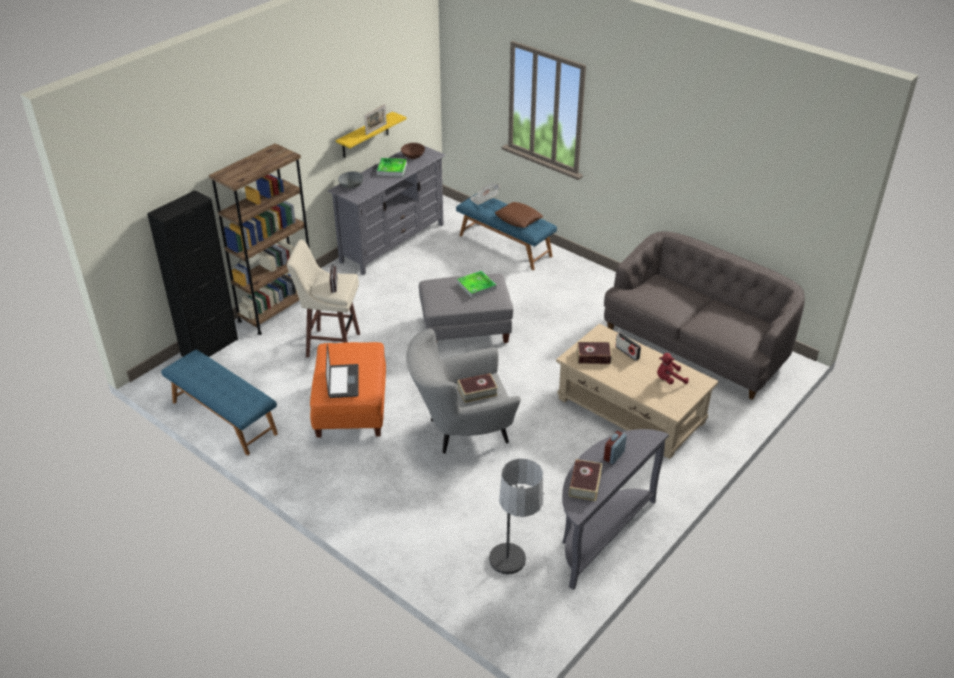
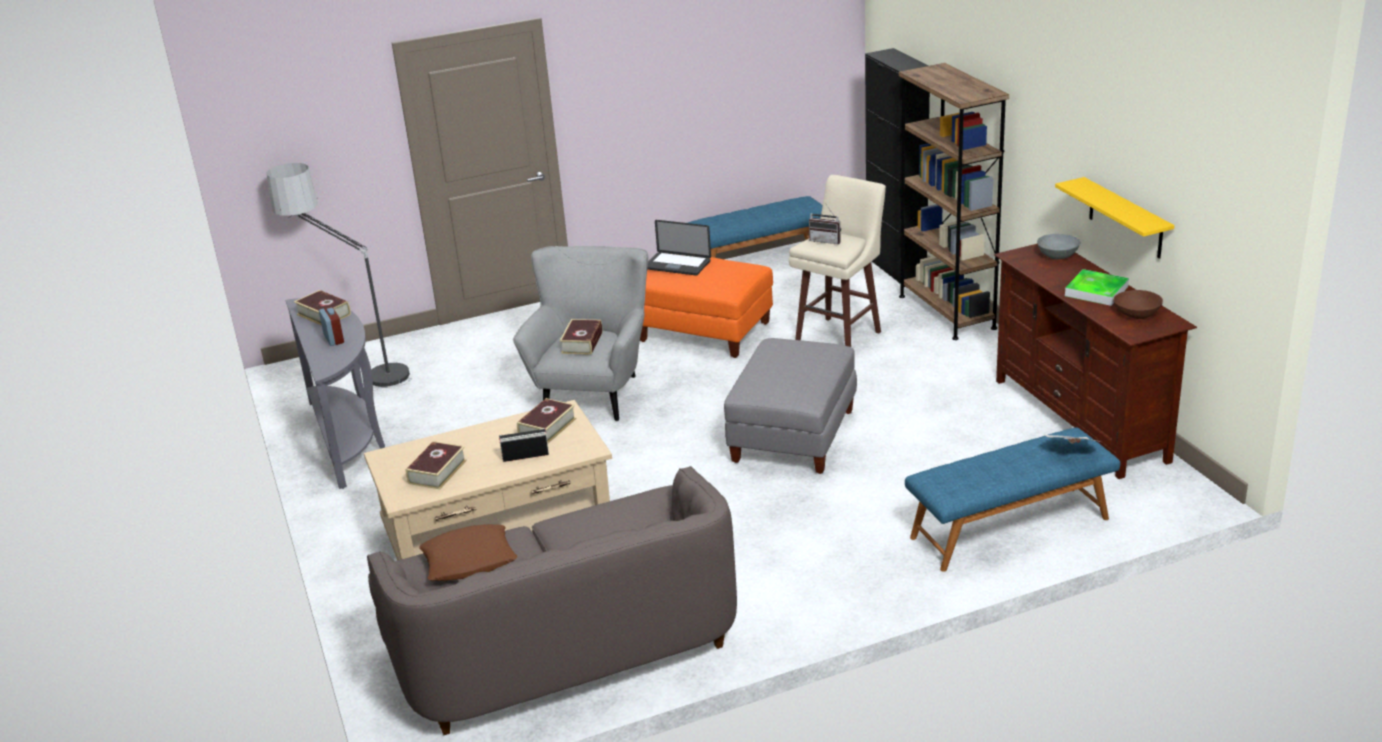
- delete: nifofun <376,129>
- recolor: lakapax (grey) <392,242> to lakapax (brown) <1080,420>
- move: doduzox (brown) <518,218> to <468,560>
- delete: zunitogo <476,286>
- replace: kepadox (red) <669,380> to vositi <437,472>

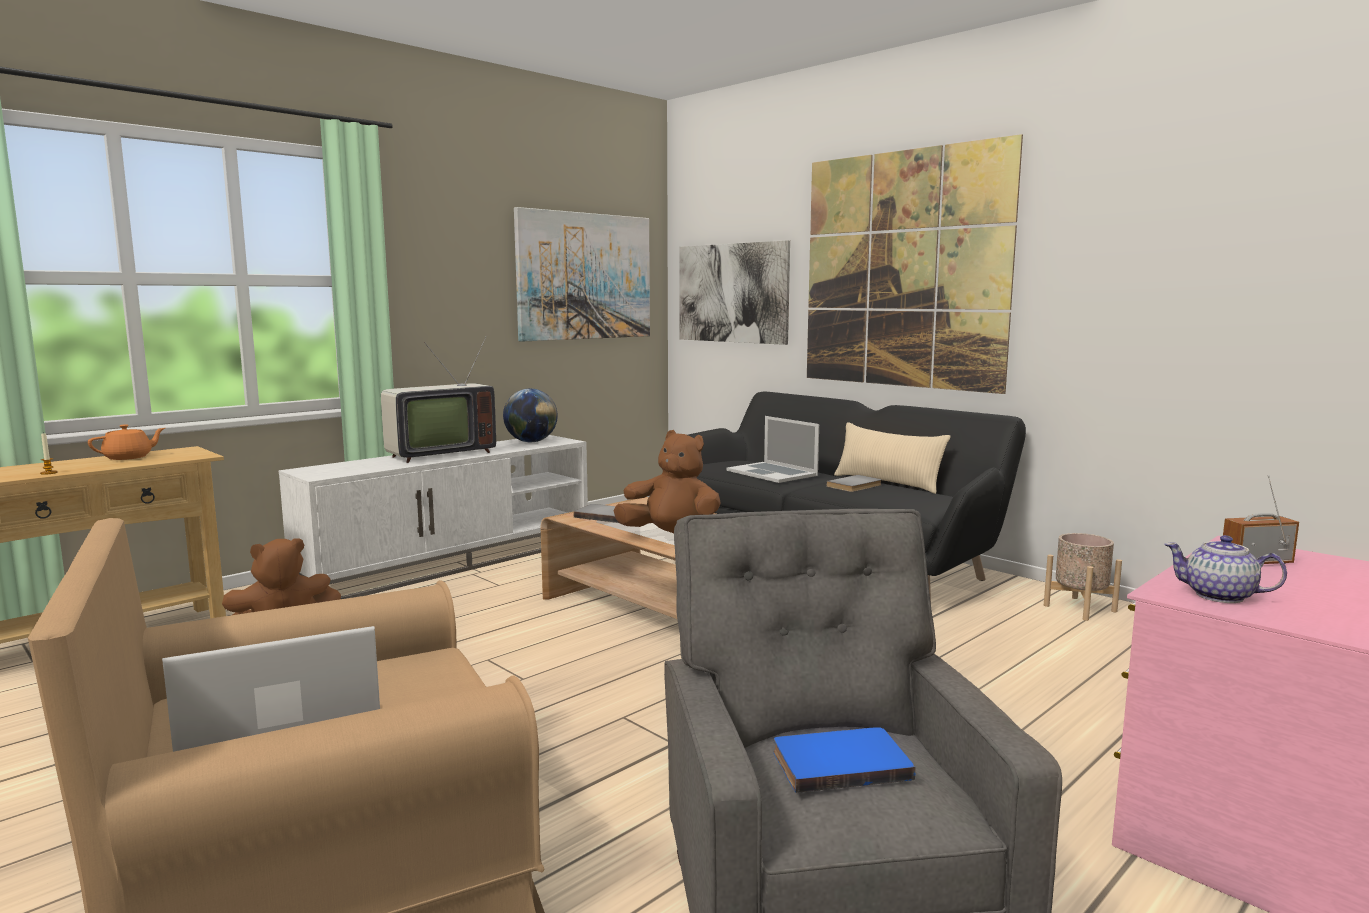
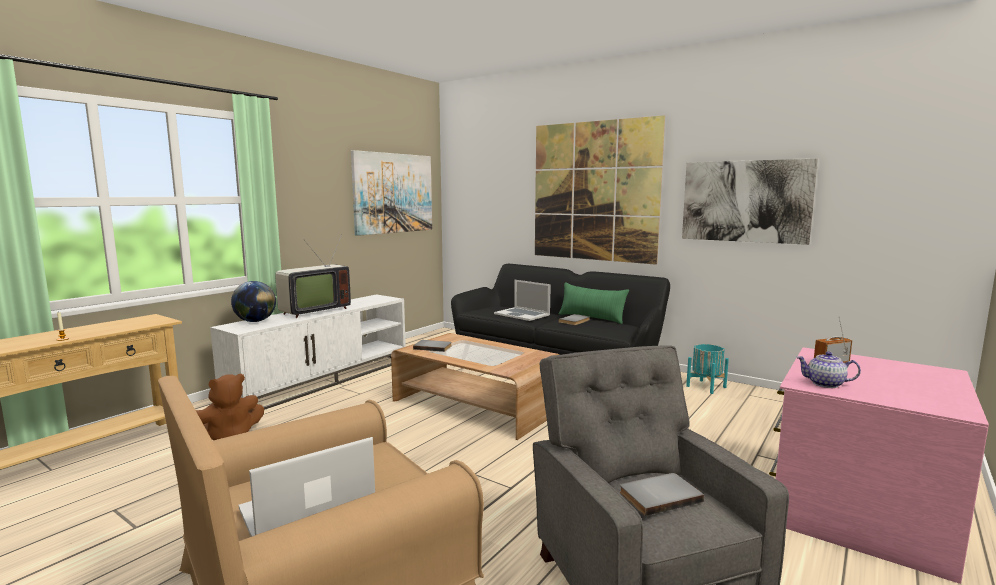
- move: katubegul <732,293> to <745,201>
- move: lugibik <531,442> to <255,321>
- recolor: doduzox (beige) <887,483> to doduzox (green) <591,318>
- delete: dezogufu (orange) <129,457>
- delete: kepadox (brown) <672,539>
- recolor: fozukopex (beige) <1079,608> to fozukopex (turquoise) <706,386>
- recolor: vositi (blue) <839,762> to vositi (grey) <658,495>

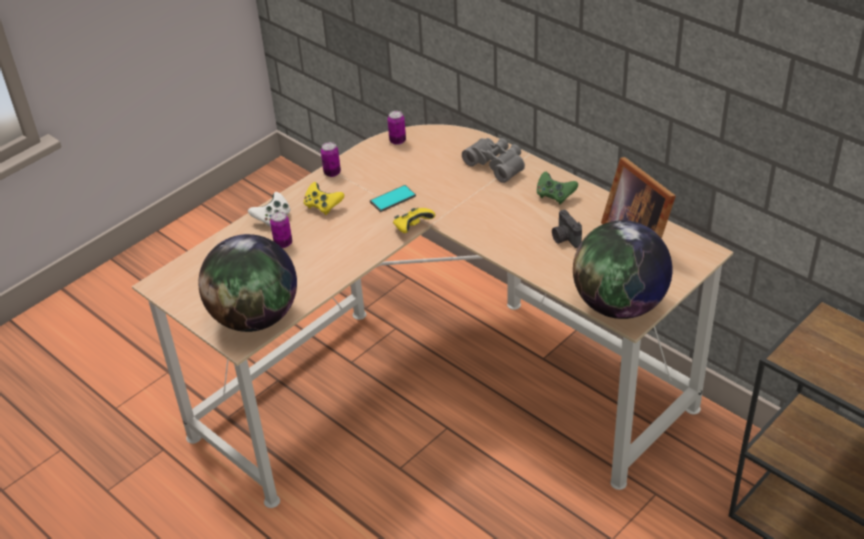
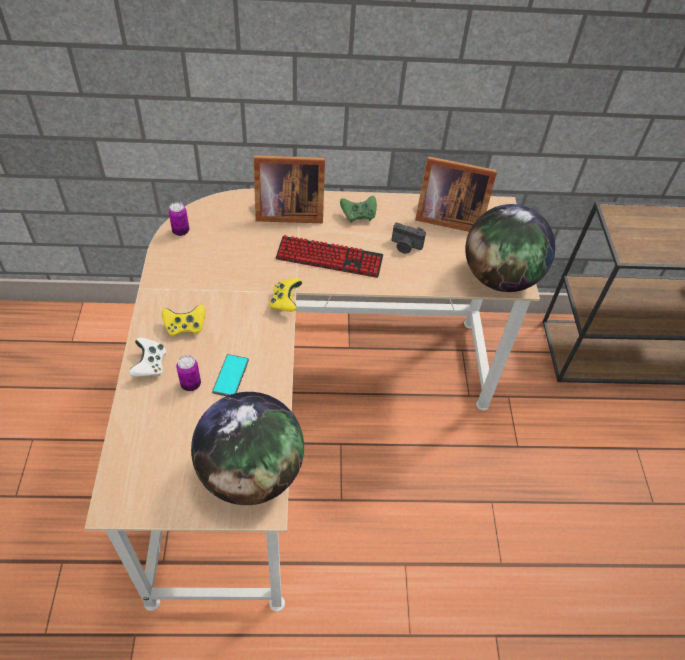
- replace: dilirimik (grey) <497,164> to nifofun <286,211>
- delete: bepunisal <332,173>
- move: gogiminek <393,199> to <231,376>
- insert: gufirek <329,258>

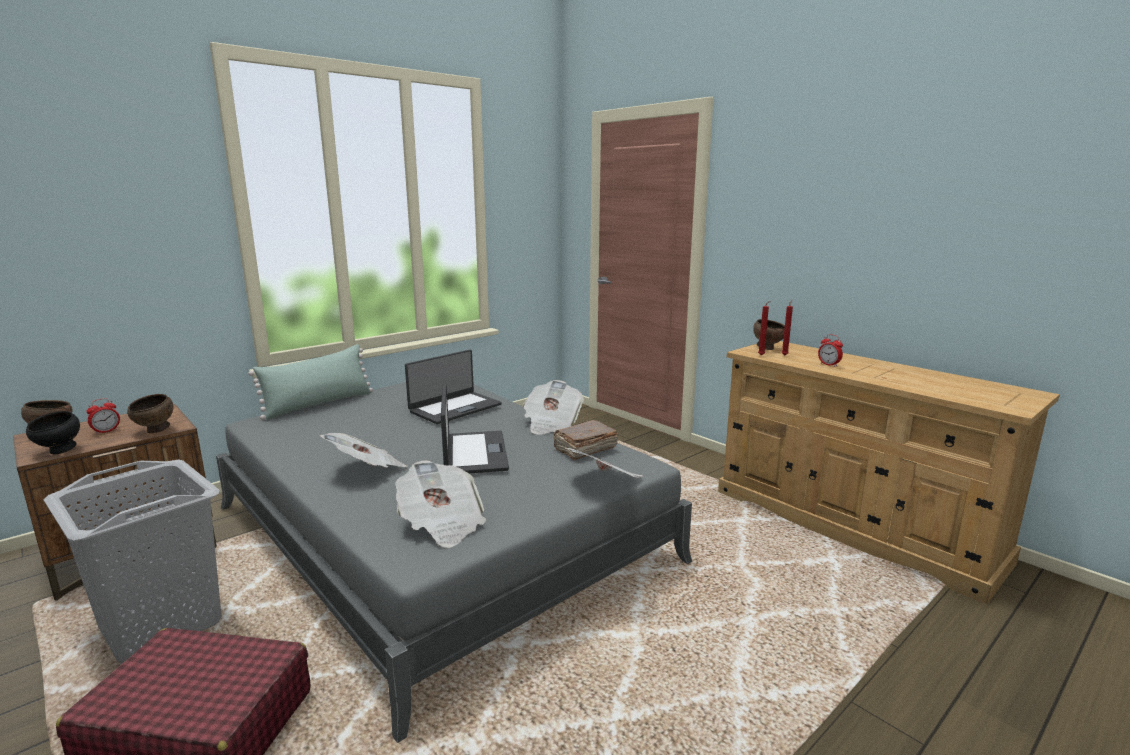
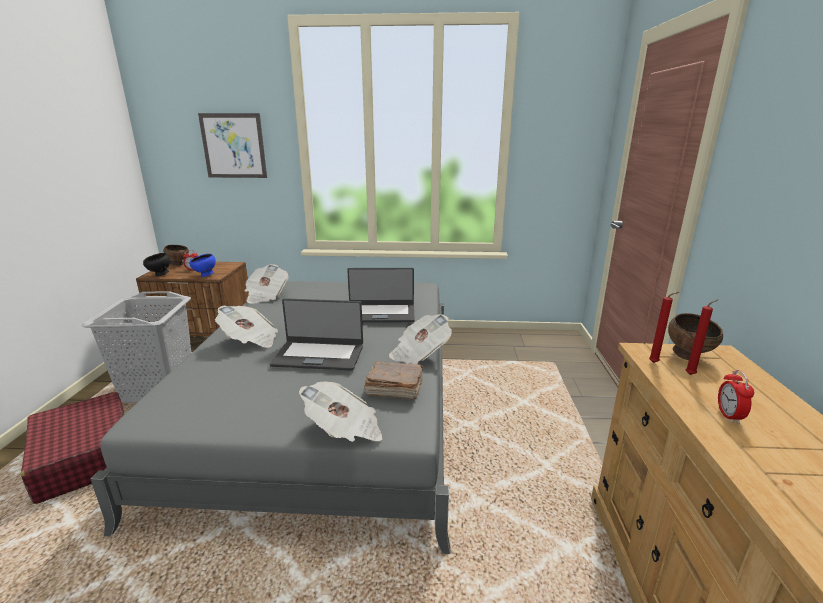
- delete: doduzox (green) <319,404>
- rotate: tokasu <473,453> = <319,355> 60 degrees clockwise
- recolor: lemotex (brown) <156,431> to lemotex (blue) <205,276>
- move: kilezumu <442,524> to <266,295>
- insert: katubegul <233,146>

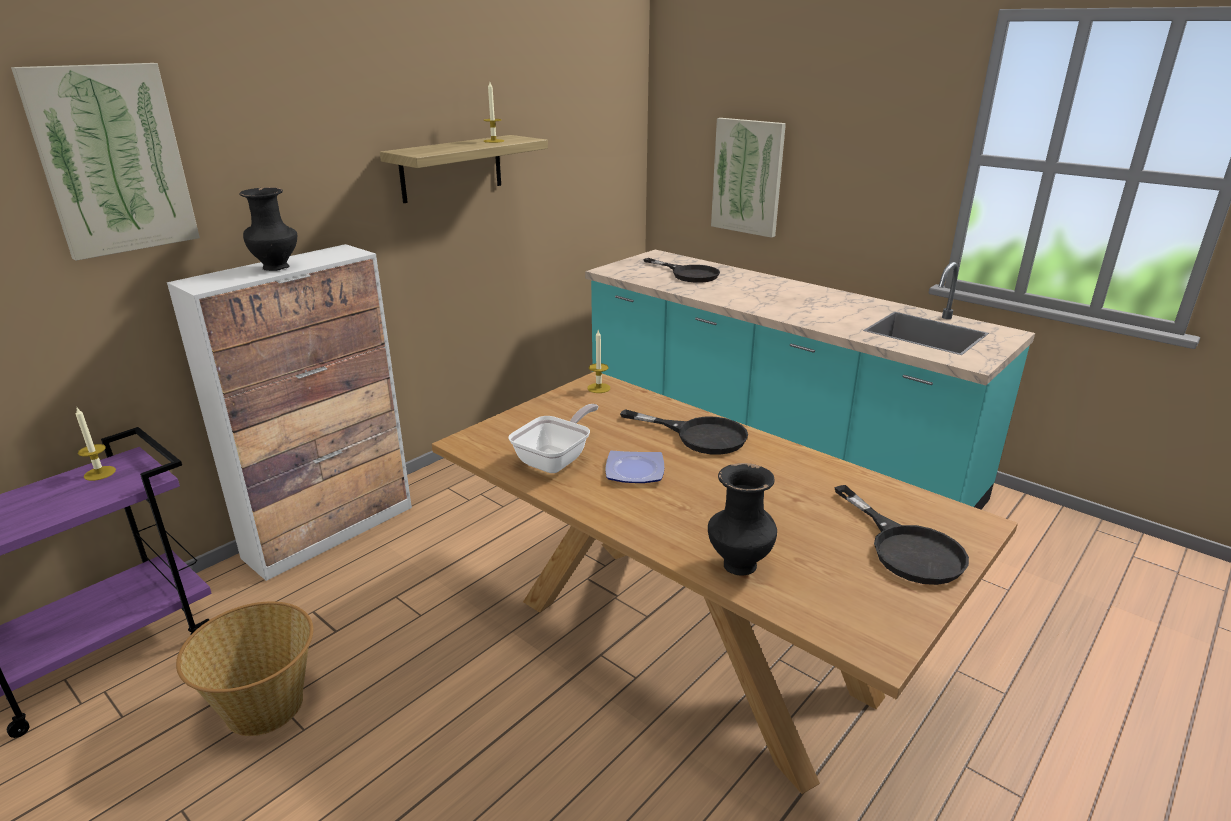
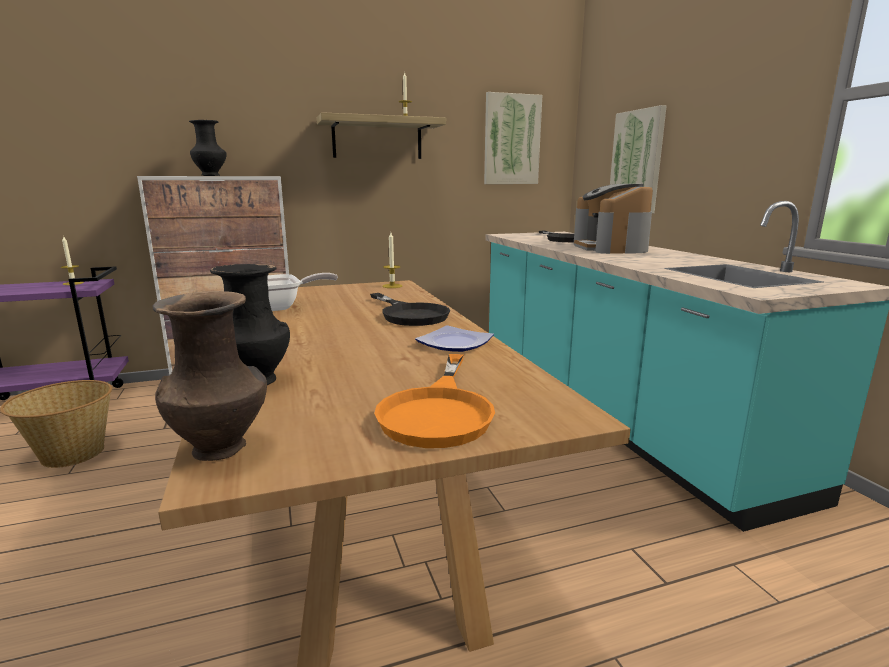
- move: katubegul <112,160> to <511,140>
- move: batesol <636,470> to <456,343>
- recolor: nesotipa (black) <906,548> to nesotipa (orange) <439,411>
- insert: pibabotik <610,248>
- insert: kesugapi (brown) <222,448>

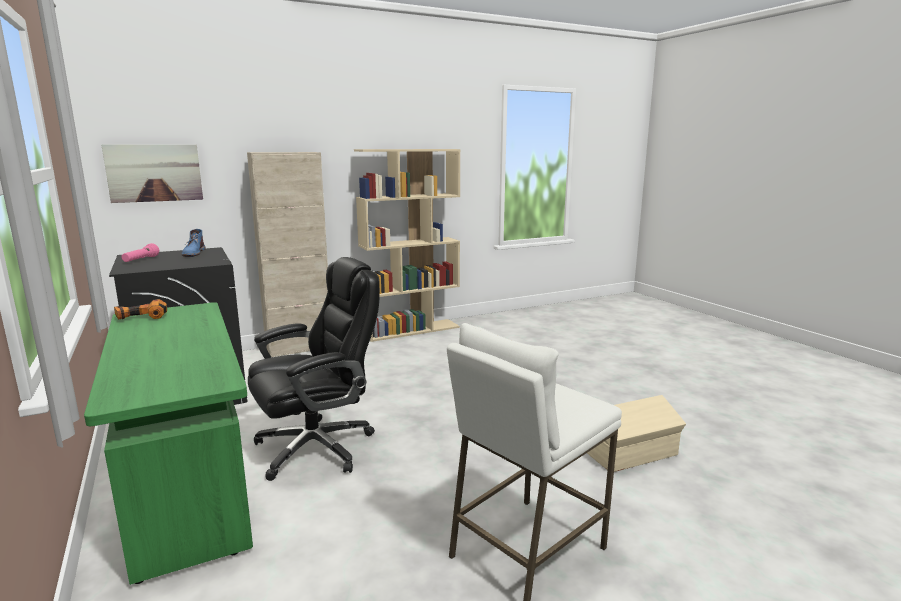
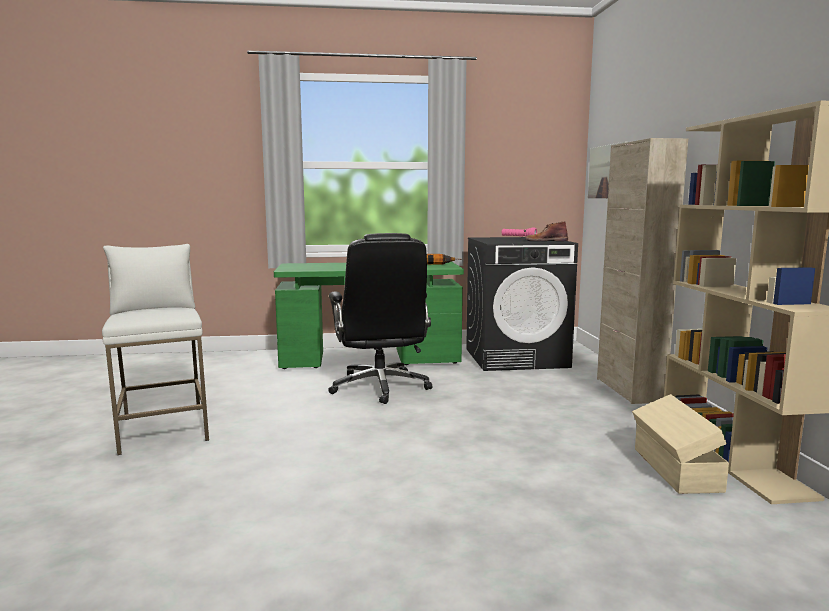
- recolor: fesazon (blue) <193,253> to fesazon (brown) <546,241>
- move: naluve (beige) <633,454> to <675,470>

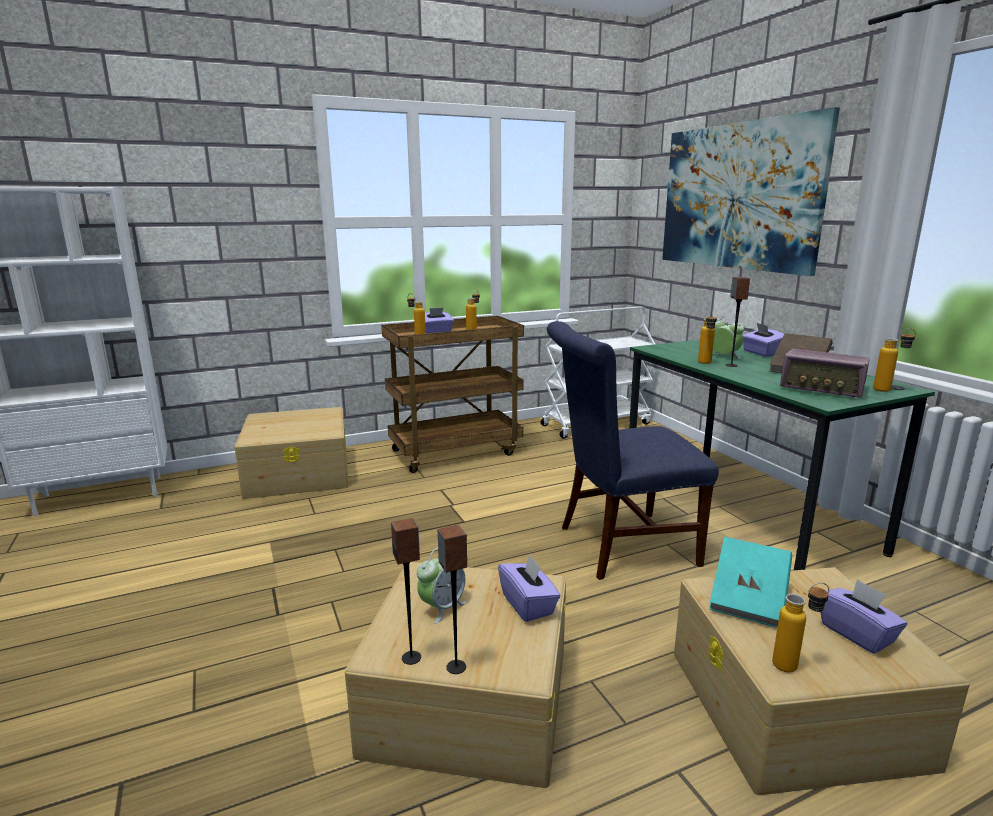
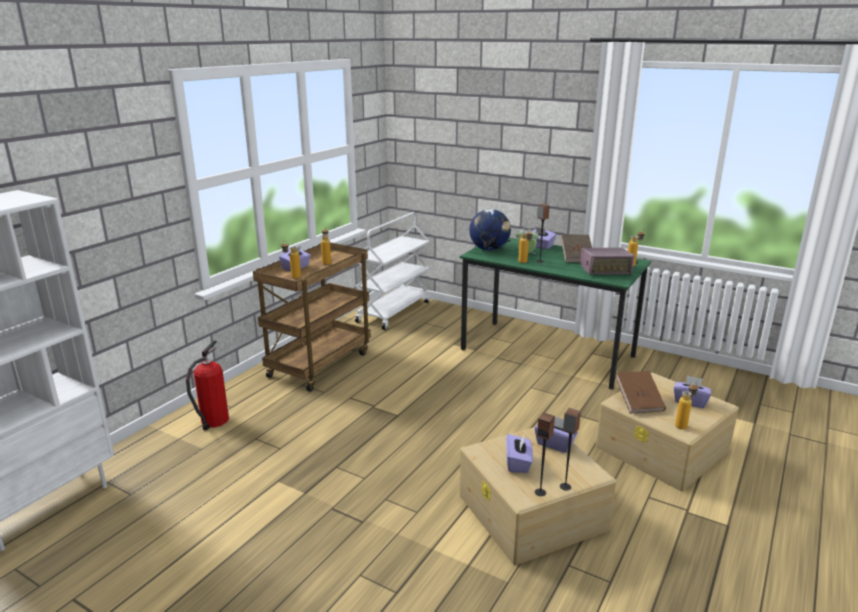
- delete: katubegul <738,196>
- delete: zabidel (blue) <619,546>
- replace: naluve (beige) <299,473> to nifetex <213,422>
- recolor: vositi (turquoise) <749,599> to vositi (brown) <638,402>
- replace: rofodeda <442,607> to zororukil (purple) <518,463>
- insert: lugibik <489,249>

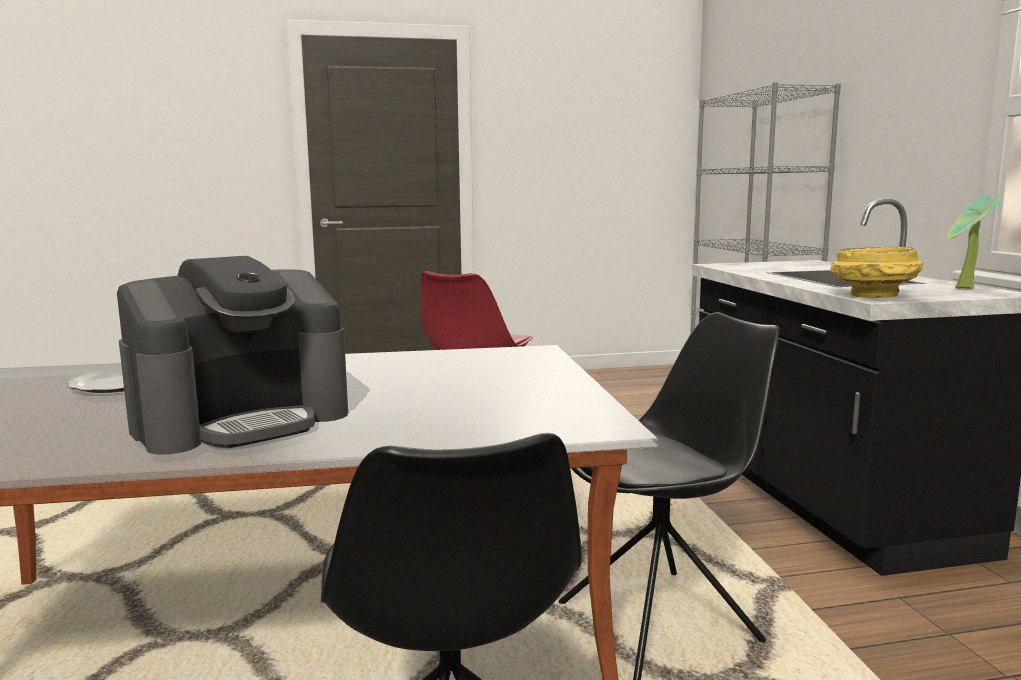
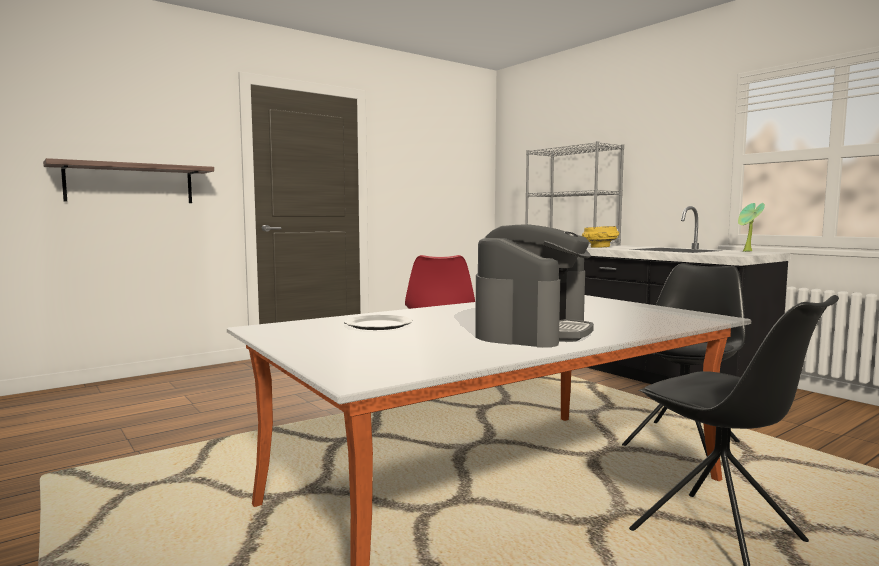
- move: lemotex (yellow) <873,296> to <600,247>
- insert: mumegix <130,184>

